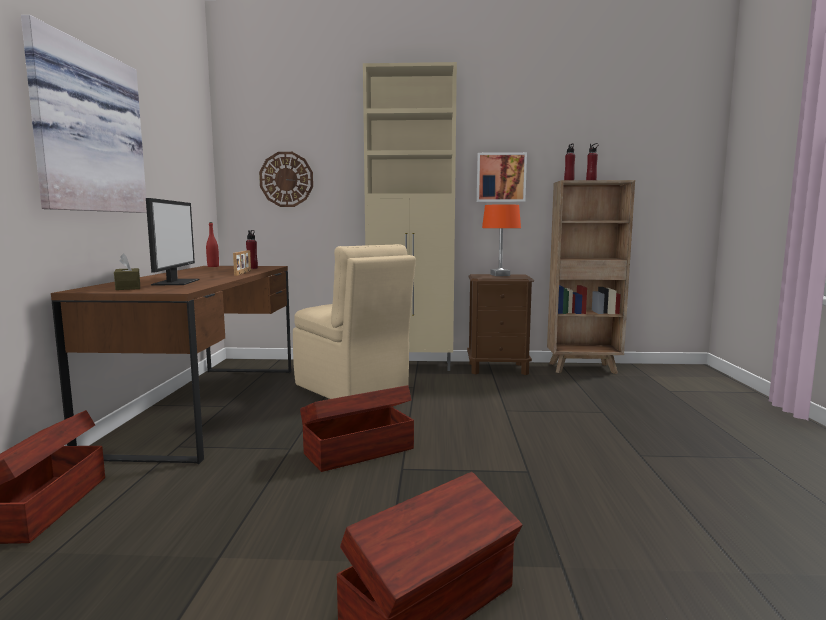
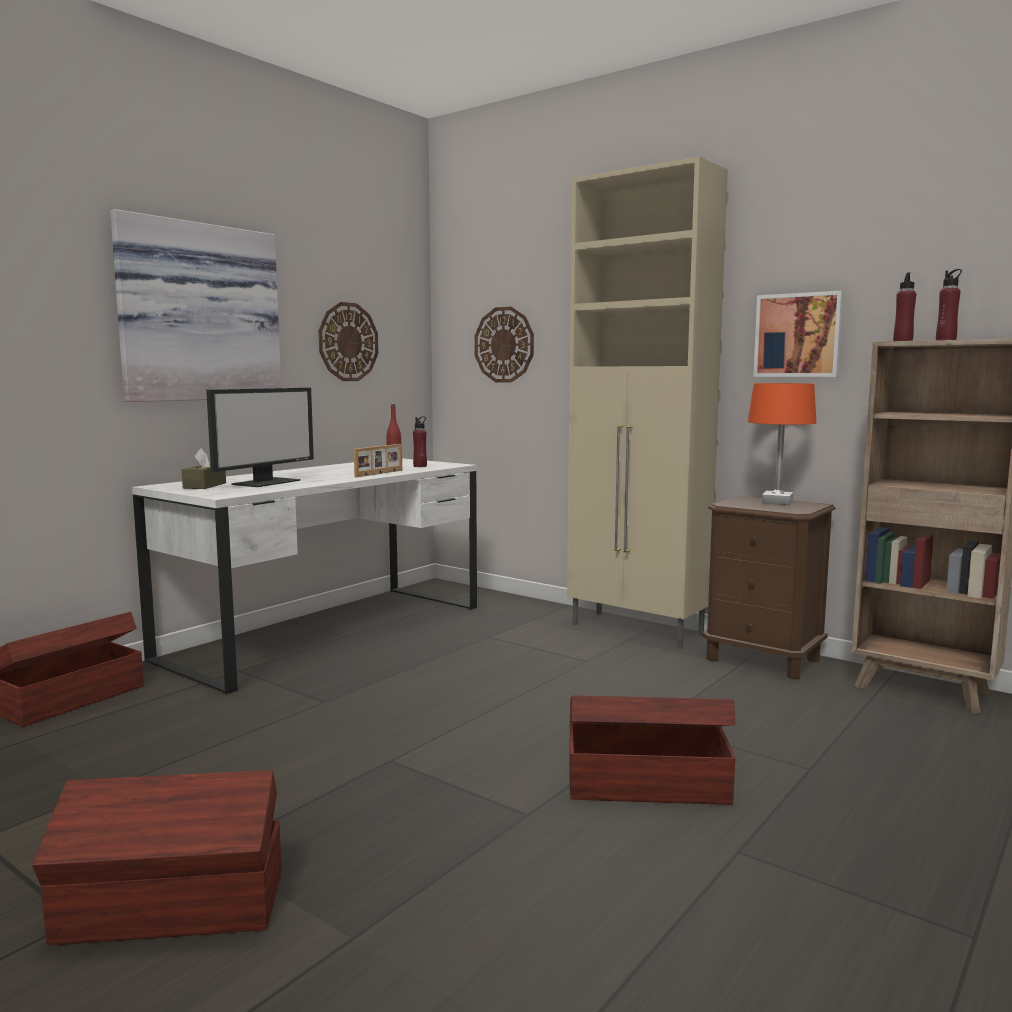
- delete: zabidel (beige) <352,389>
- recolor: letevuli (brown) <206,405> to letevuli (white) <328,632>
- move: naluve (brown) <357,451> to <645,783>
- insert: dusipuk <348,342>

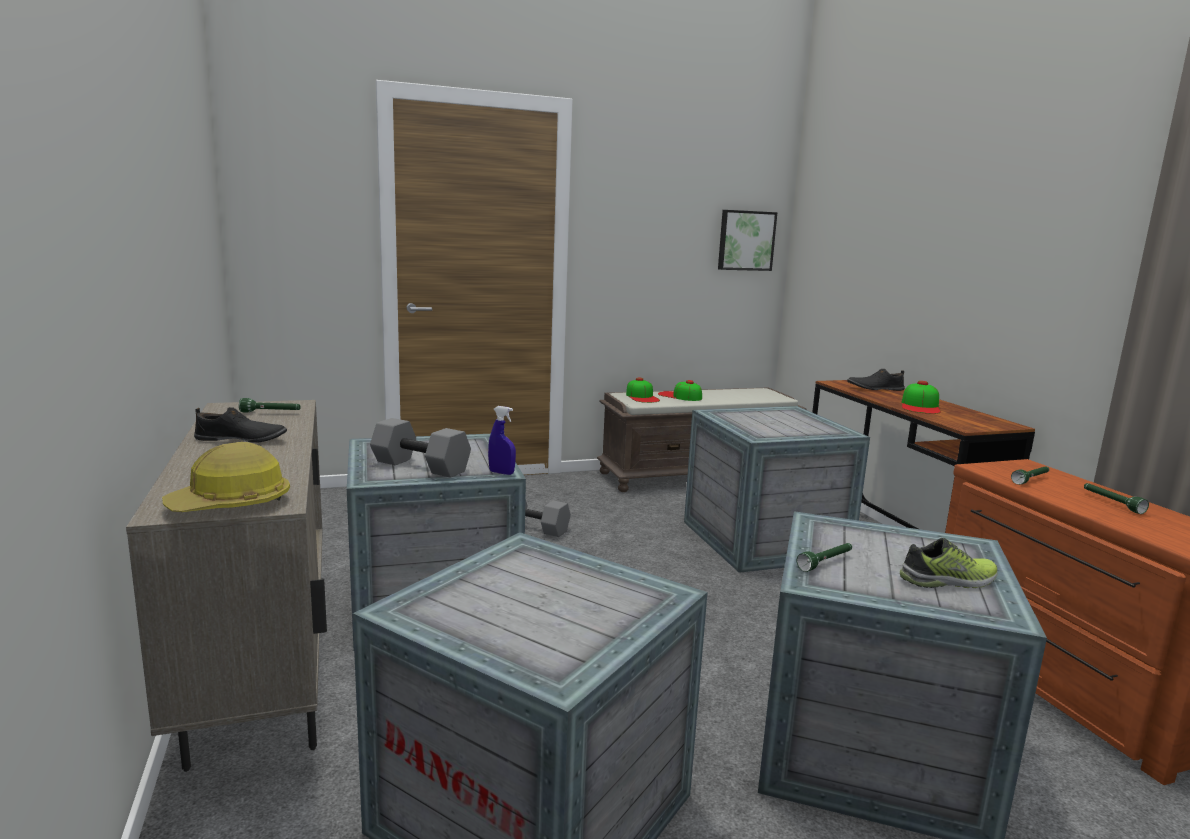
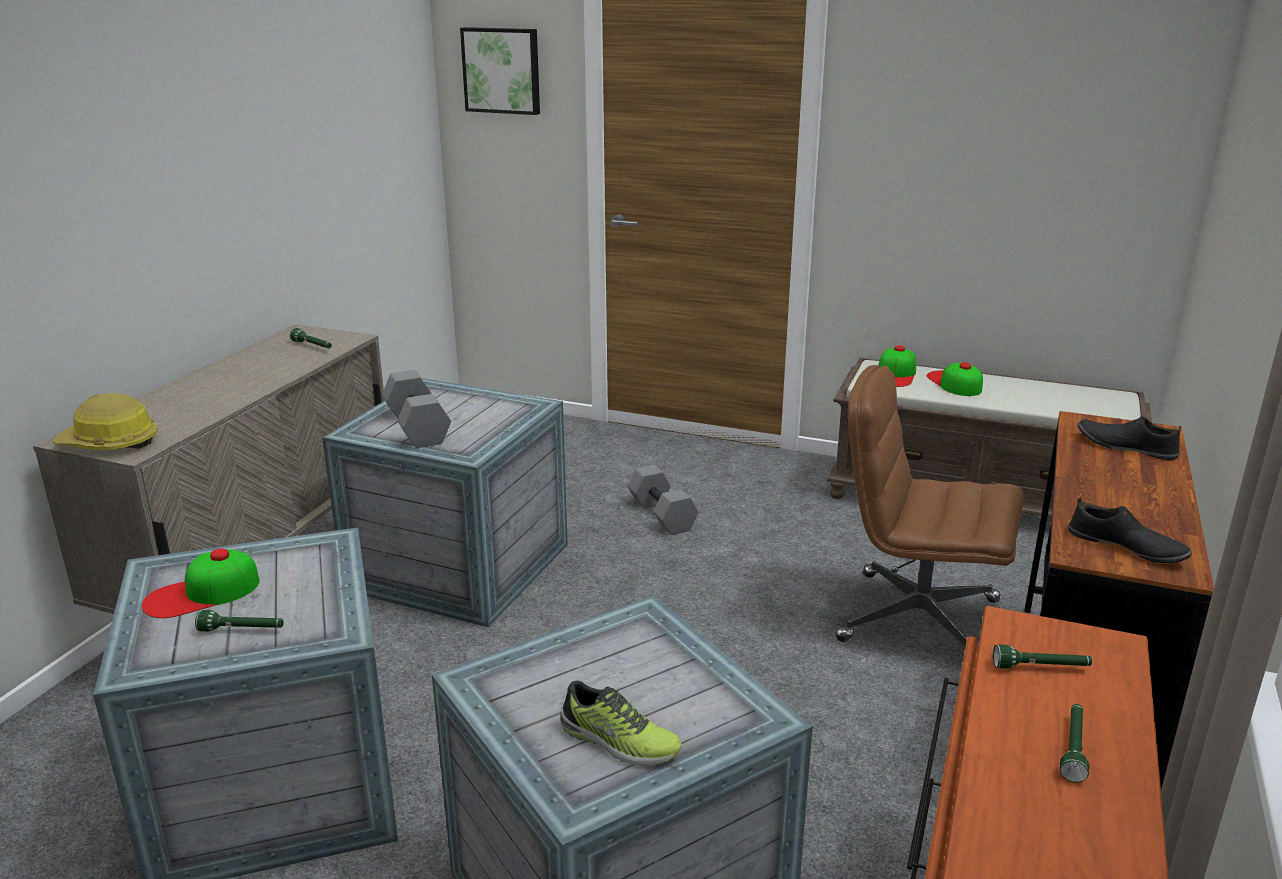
- move: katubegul <745,240> to <502,70>
- move: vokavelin <920,406> to <202,593>
- delete: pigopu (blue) <501,473>
- replace: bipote <763,539> to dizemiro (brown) <916,620>
- move: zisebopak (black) <241,439> to <1126,547>
- move: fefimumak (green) <826,562> to <242,630>

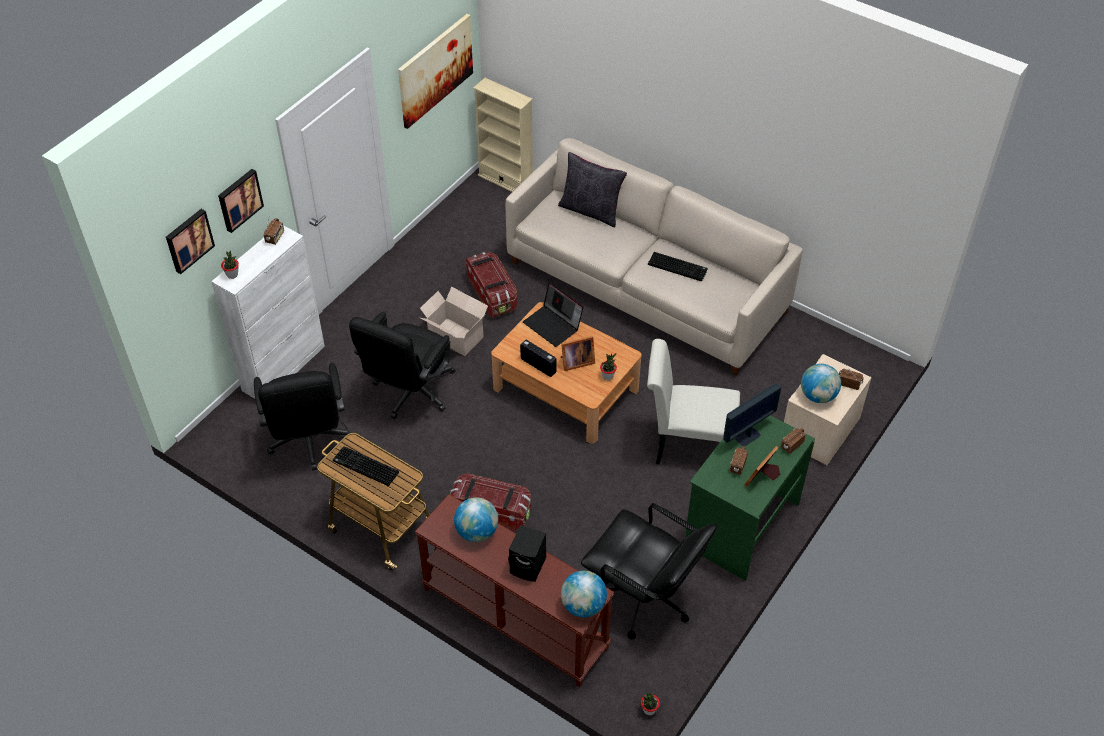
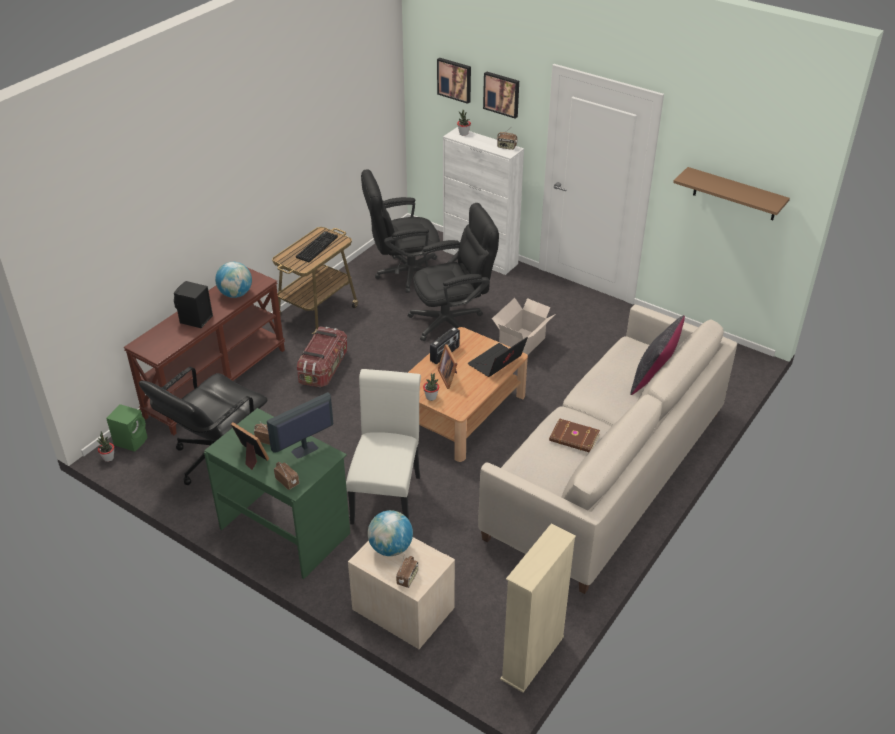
- replace: katubegul <435,70> to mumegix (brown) <735,194>
- move: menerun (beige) <505,181> to <532,658>
- delete: naluve <492,294>
- replace: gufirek <678,267> to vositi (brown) <574,438>
- rotate: dizemiro (black) <410,394> = <453,320> 135 degrees clockwise
- rotate: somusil <748,436> = <304,450> 90 degrees clockwise
- delete: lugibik <583,605>
- insert: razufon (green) <132,440>

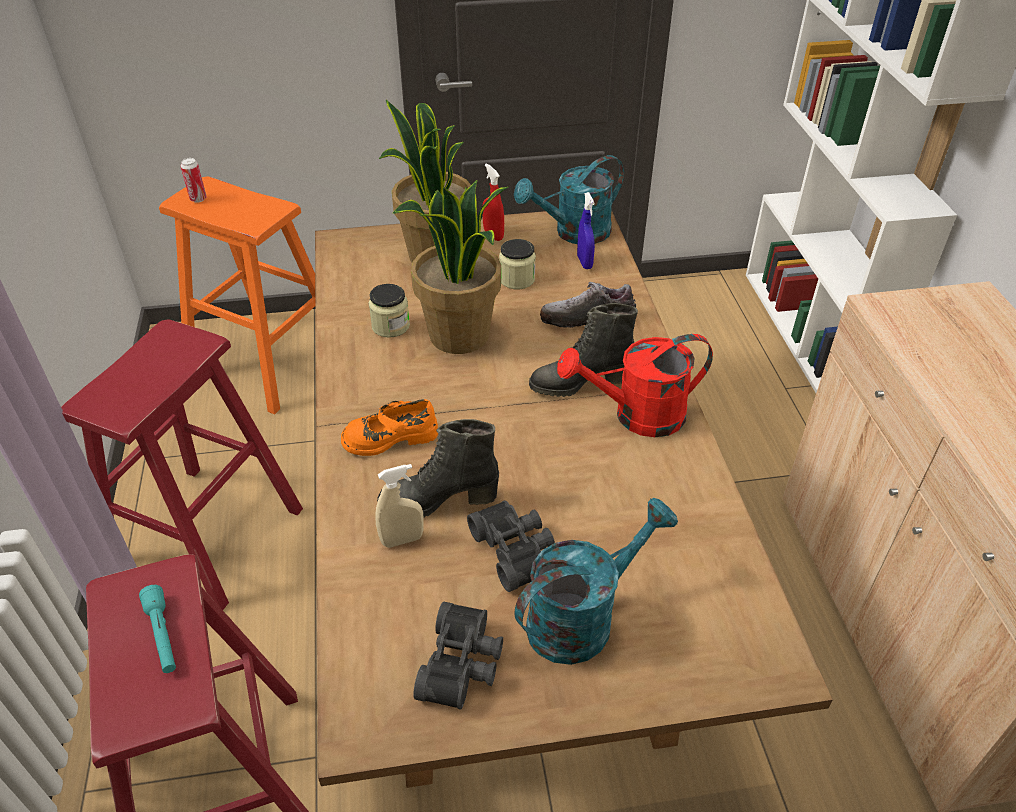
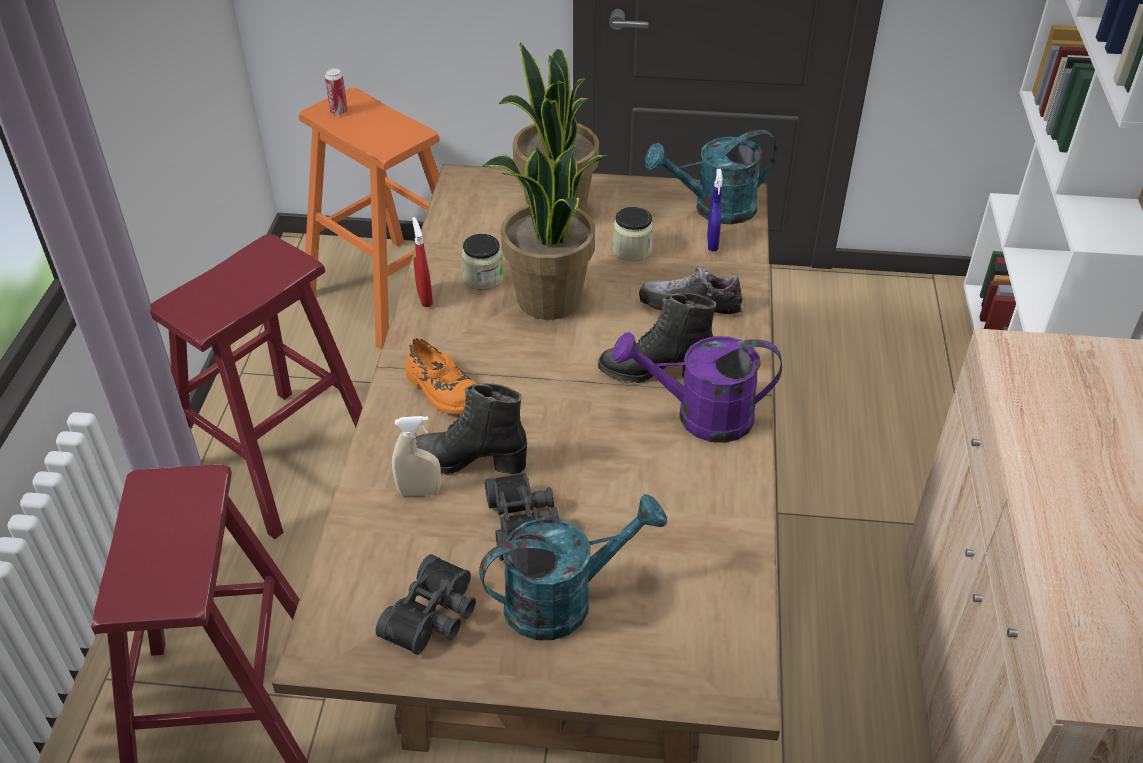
- move: pigopu (red) <493,235> to <424,297>
- recolor: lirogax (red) <637,416> to lirogax (purple) <700,416>
- rotate: zisebopak (orange) <390,437> = <443,390> 135 degrees counterclockwise
- delete: fefimumak (turquoise) <162,635>

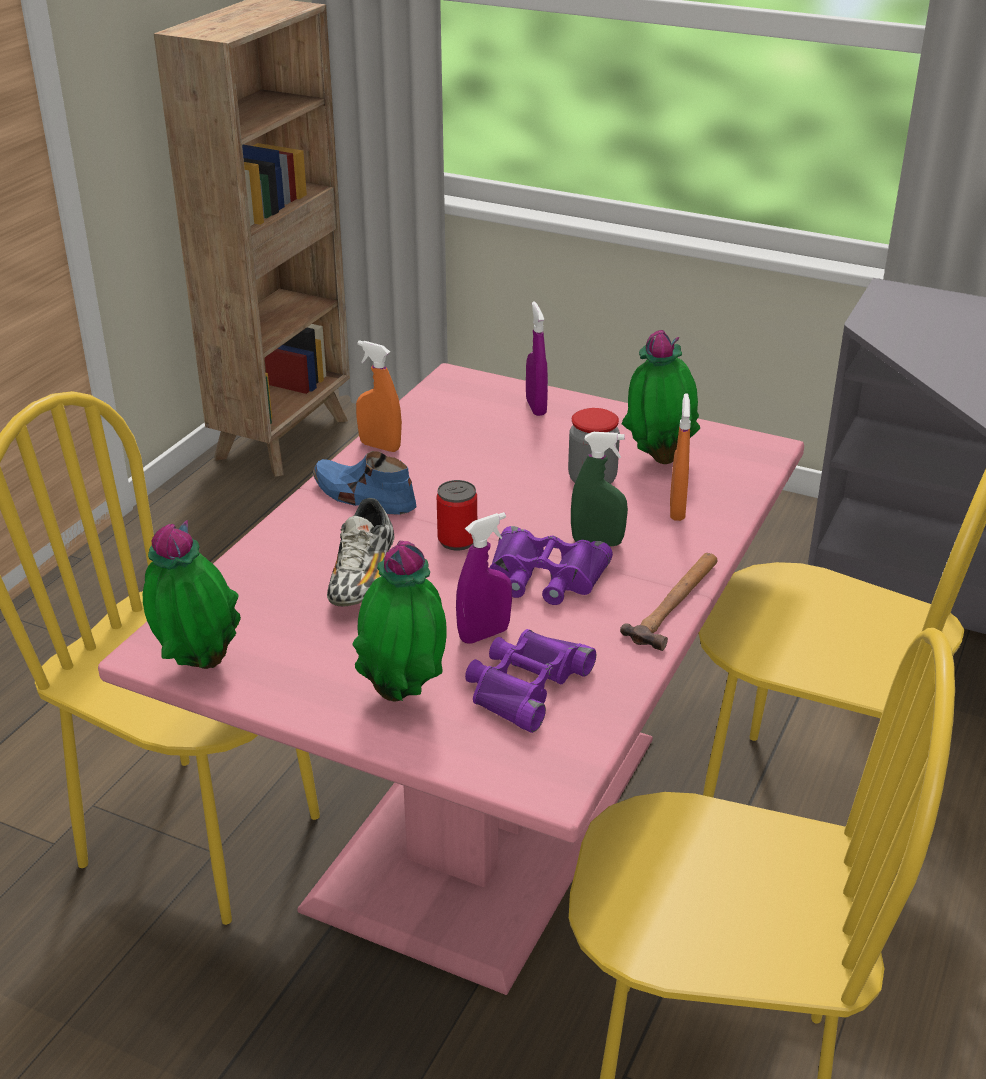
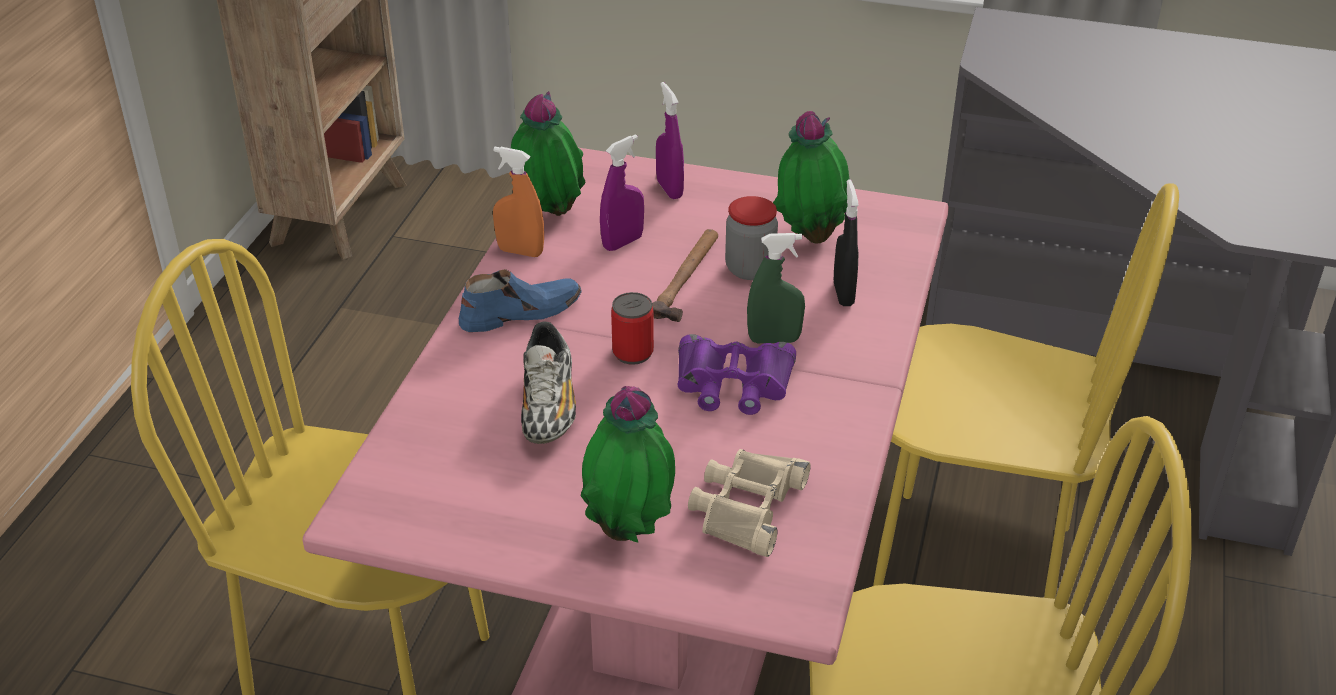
- recolor: pigopu (orange) <677,510> to pigopu (black) <843,294>
- rotate: zisebopak (blue) <362,496> = <520,312> 135 degrees clockwise
- move: pigopu (purple) <484,634> to <622,242>
- move: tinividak <197,666> to <549,215>
- move: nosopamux <676,603> to <686,278>
- recolor: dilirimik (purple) <524,685> to dilirimik (beige) <746,507>

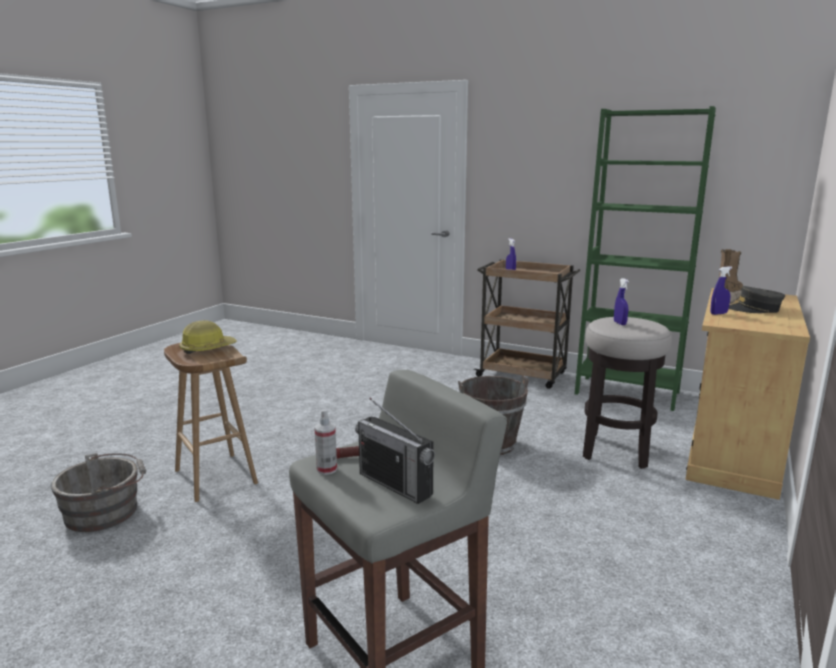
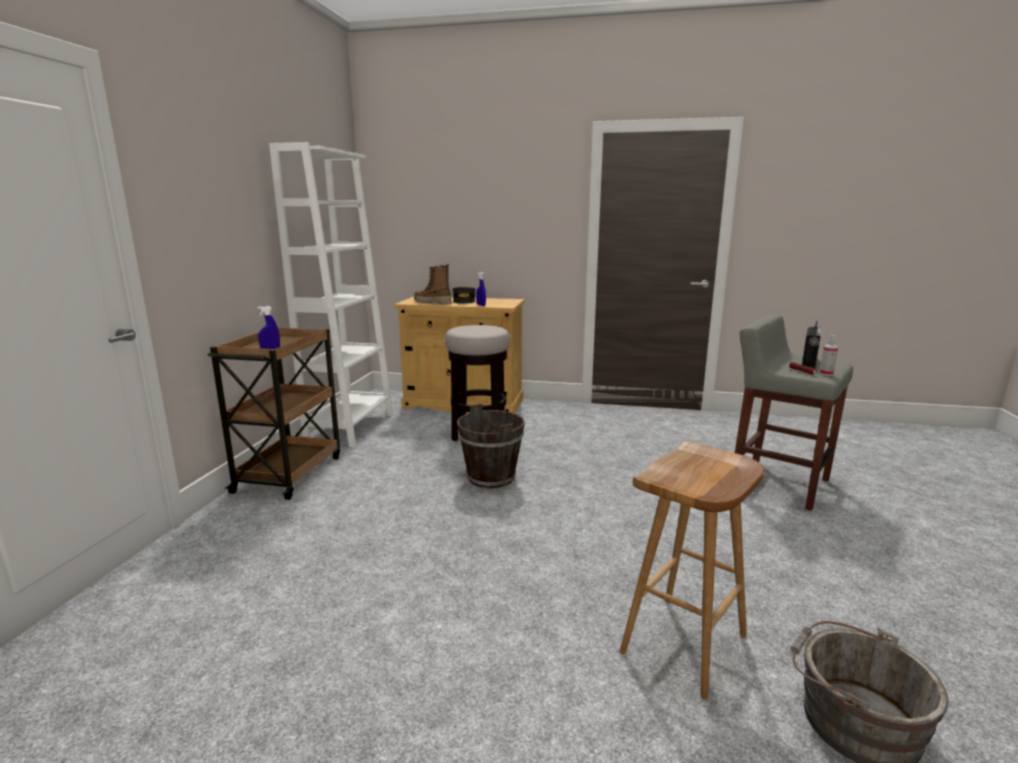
- recolor: menerun (green) <627,393> to menerun (white) <351,427>
- delete: pigopu (blue) <619,323>
- delete: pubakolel <207,348>

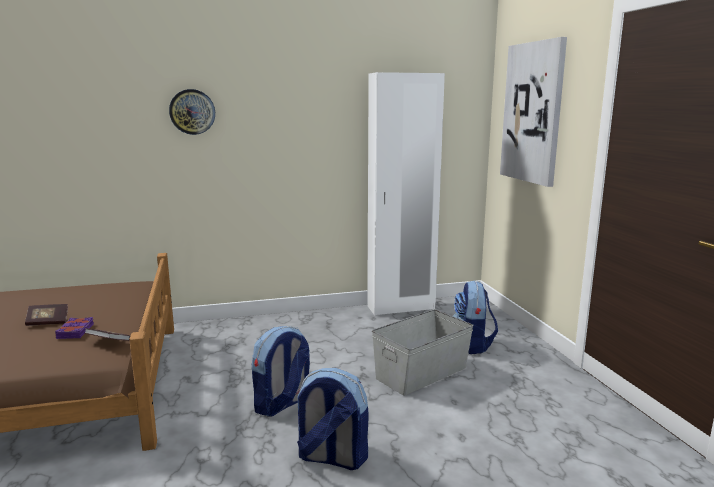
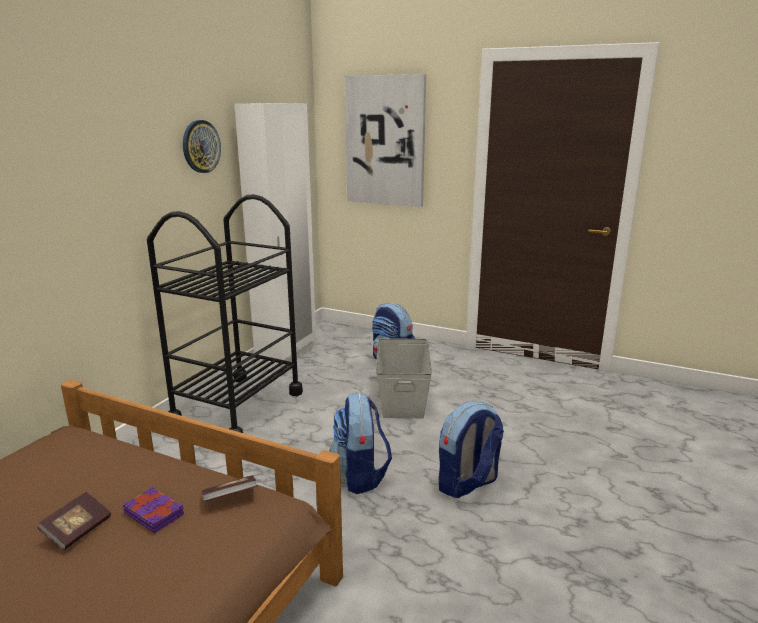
- move: dusipuk <192,112> to <201,146>
- insert: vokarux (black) <238,407>

